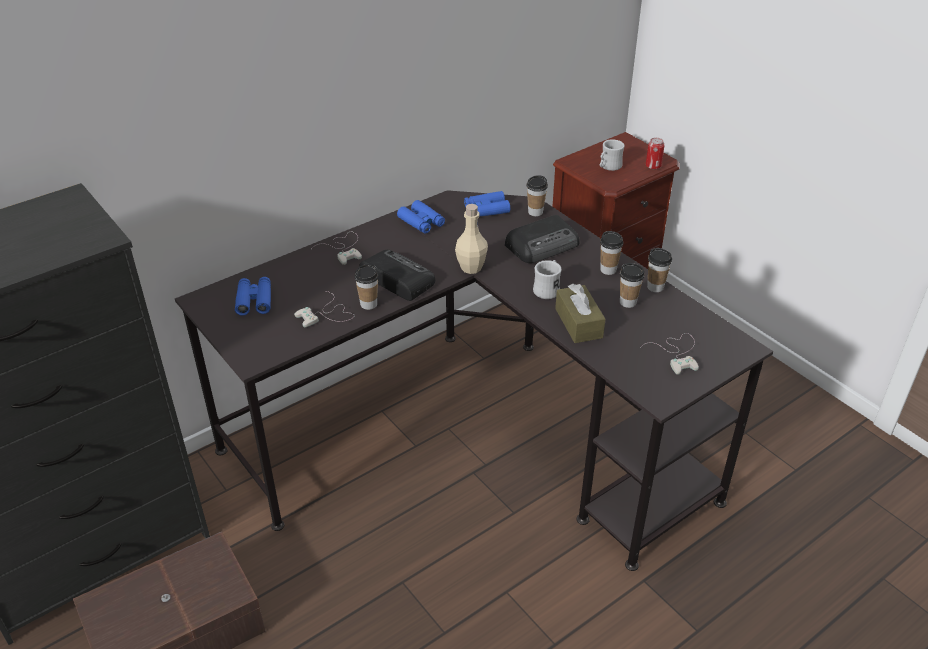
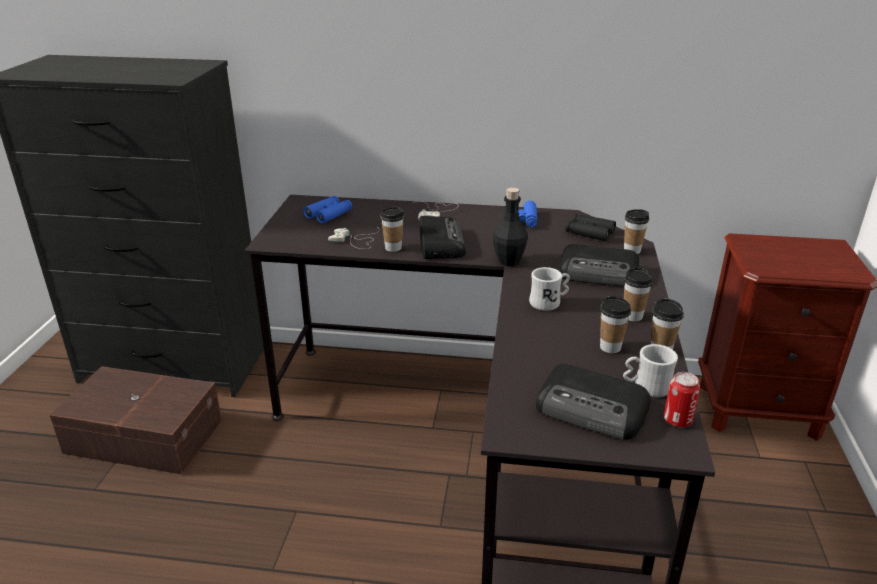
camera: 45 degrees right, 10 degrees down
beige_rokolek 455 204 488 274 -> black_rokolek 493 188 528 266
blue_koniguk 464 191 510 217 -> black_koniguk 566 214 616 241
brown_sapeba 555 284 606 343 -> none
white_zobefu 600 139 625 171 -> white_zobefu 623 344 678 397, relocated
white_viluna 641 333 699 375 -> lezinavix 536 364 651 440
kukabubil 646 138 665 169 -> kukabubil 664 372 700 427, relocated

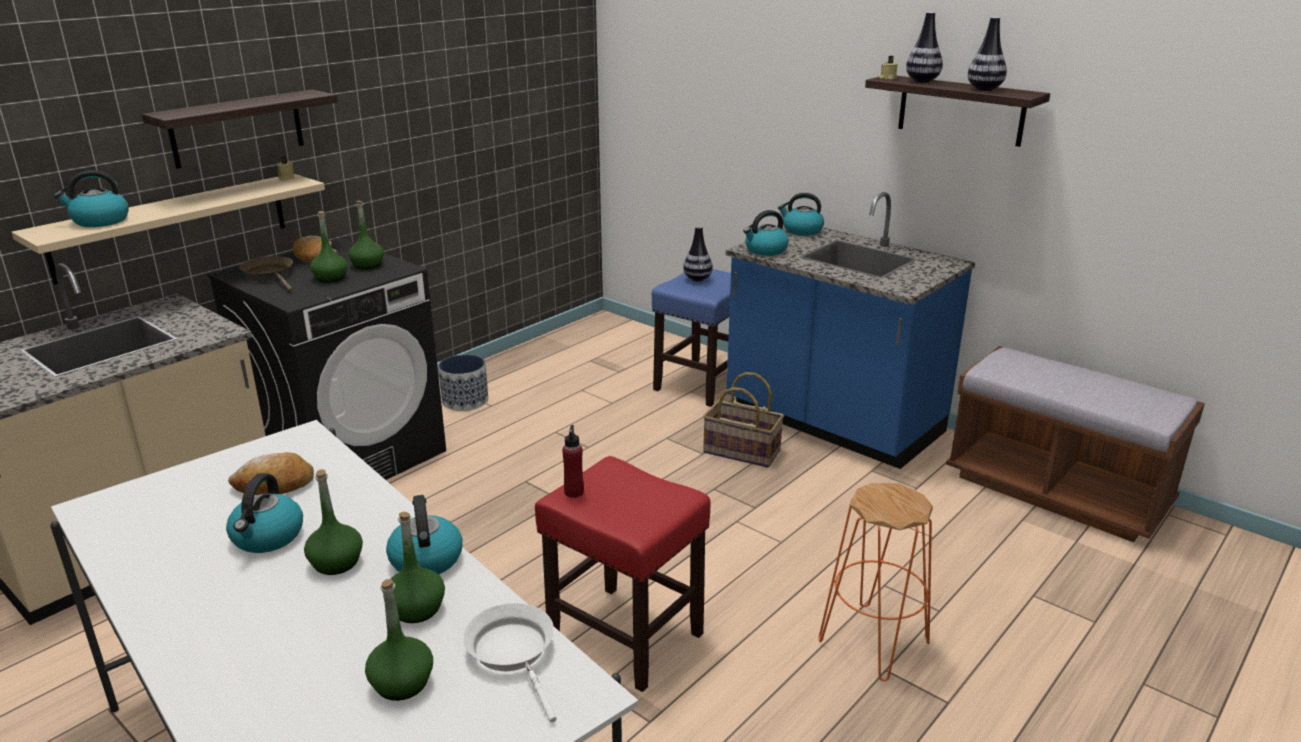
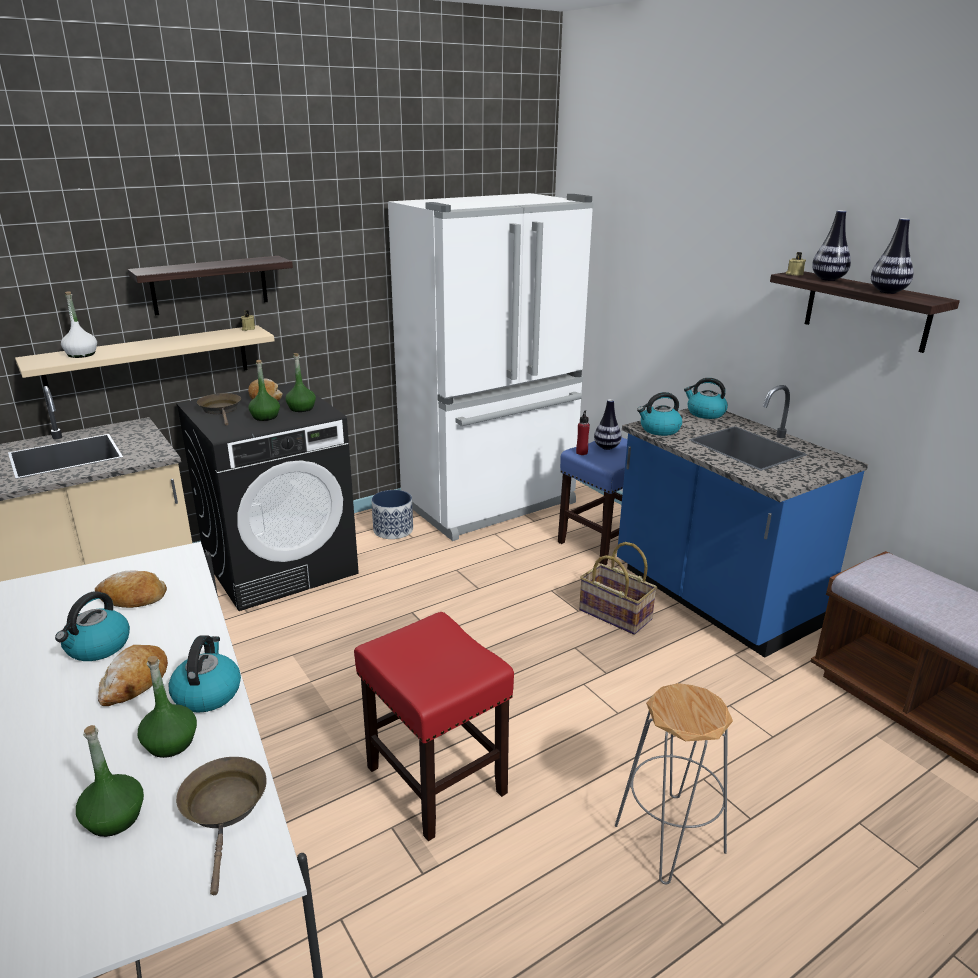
camera: 15 degrees right, 0 degrees up
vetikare 54 170 129 227 -> white_rokolek 61 291 97 358
green_rokolek 304 469 363 575 -> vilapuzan 98 645 168 706
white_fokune 463 603 557 723 -> brown_fokune 176 757 267 895
red_rokolek 562 425 584 498 -> red_rokolek 576 411 590 455, relocated
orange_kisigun 819 483 933 681 -> grey_kisigun 615 683 733 884
none -> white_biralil 388 193 594 541

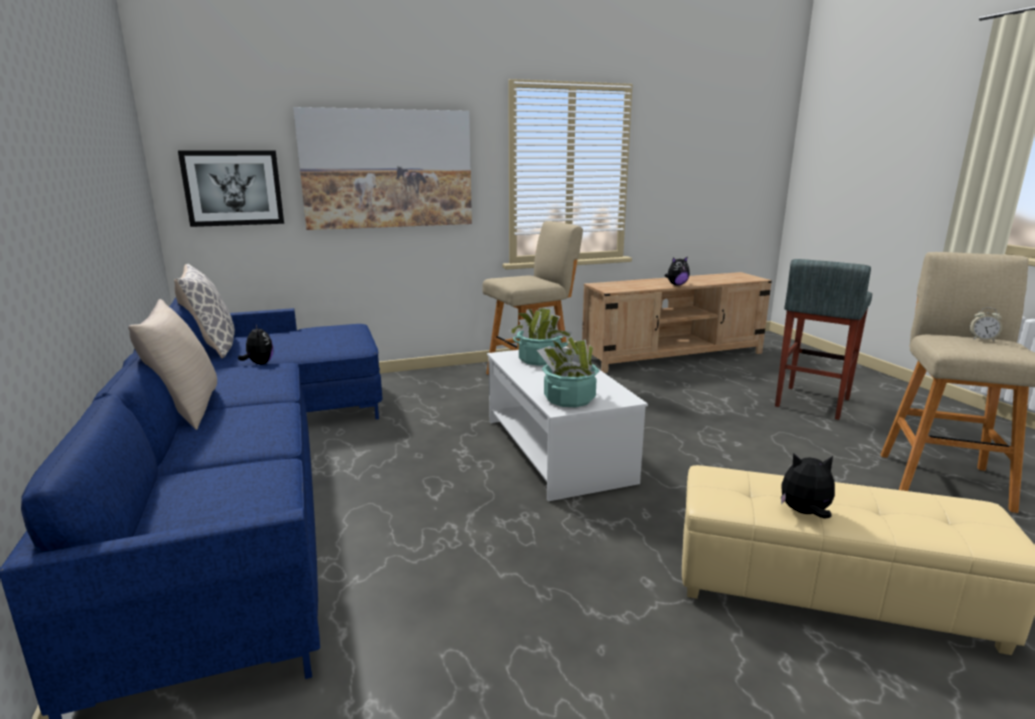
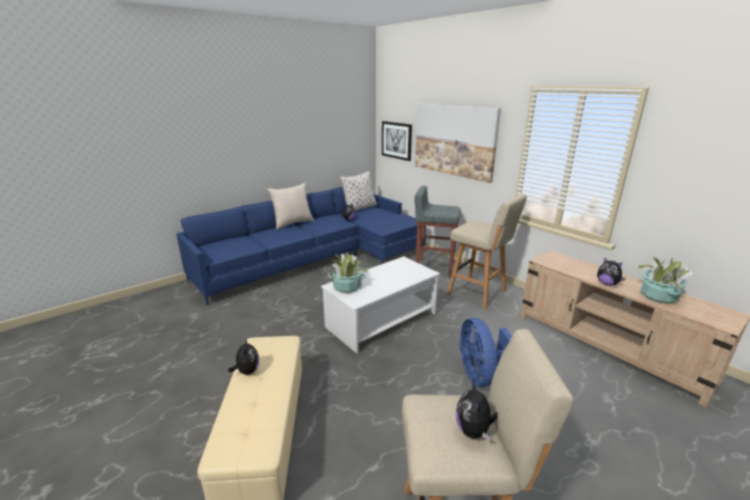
camera: 70 degrees right, 5 degrees up
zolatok 509 308 572 366 -> zolatok 635 256 693 304, relocated
grey_kisigun 775 259 872 420 -> grey_kisigun 414 186 461 277, relocated
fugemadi 970 307 1002 341 -> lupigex 456 381 498 442
none -> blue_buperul 459 318 512 387

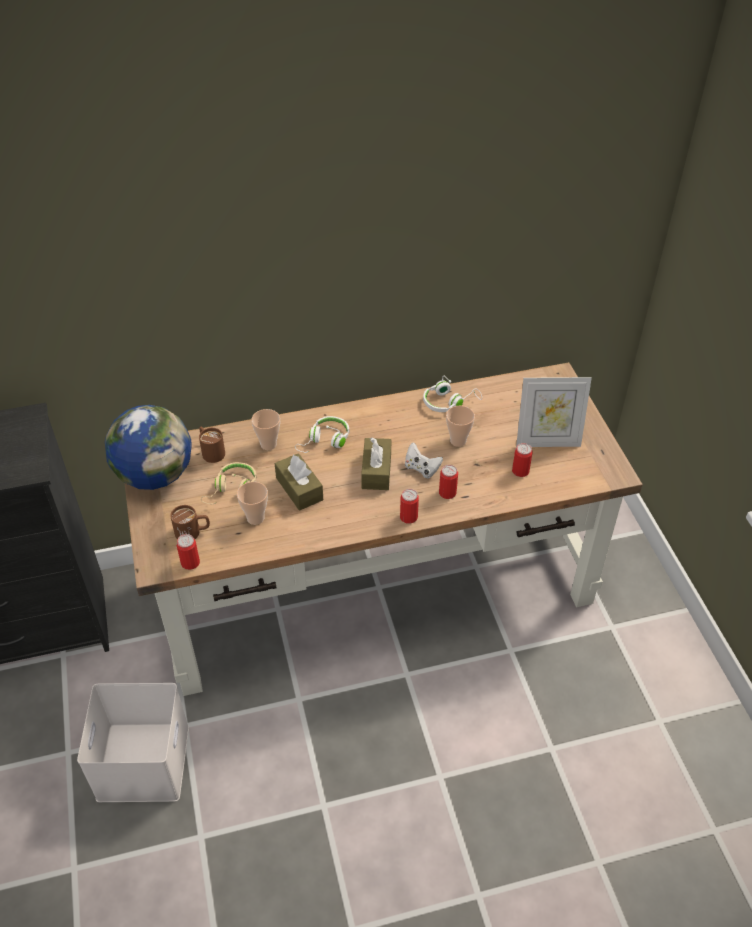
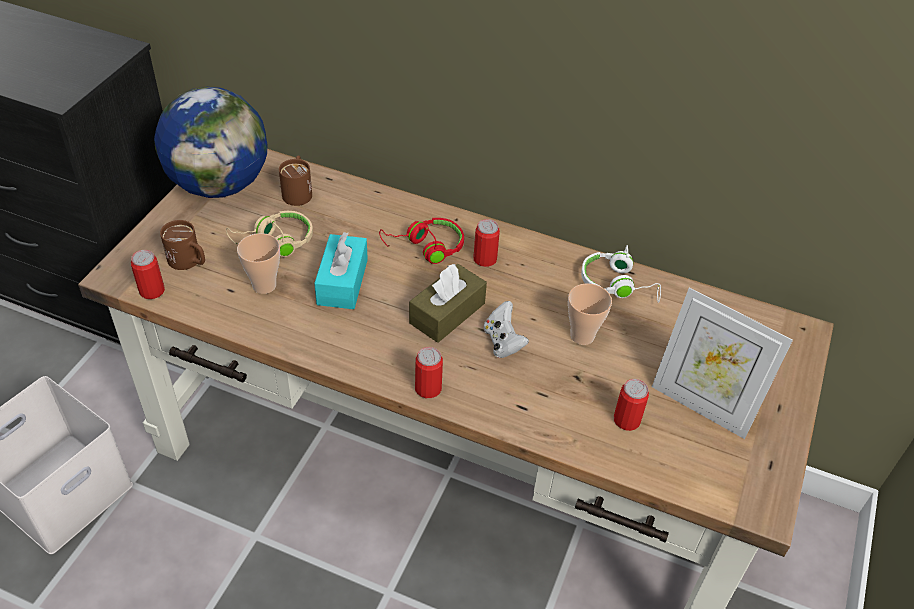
camera: 35 degrees right, 0 degrees up
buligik 251 409 280 450 -> none
brown_sapeba 275 453 323 511 -> turquoise_sapeba 314 232 368 309
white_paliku 295 416 349 453 -> red_paliku 379 218 464 264
kukabubil 439 465 458 499 -> kukabubil 473 219 500 267, relocated

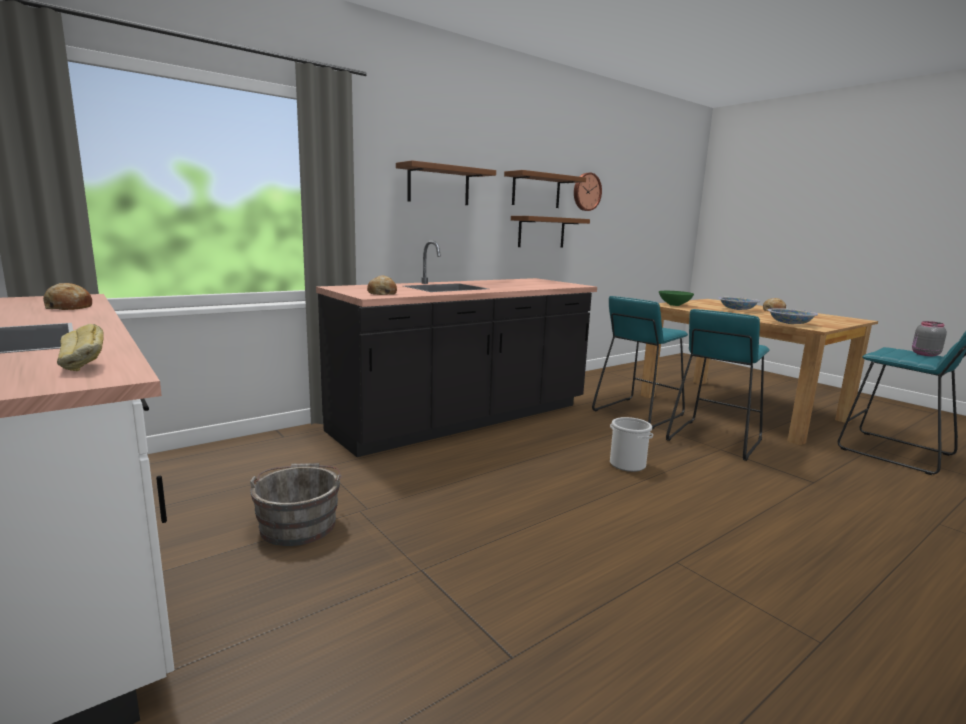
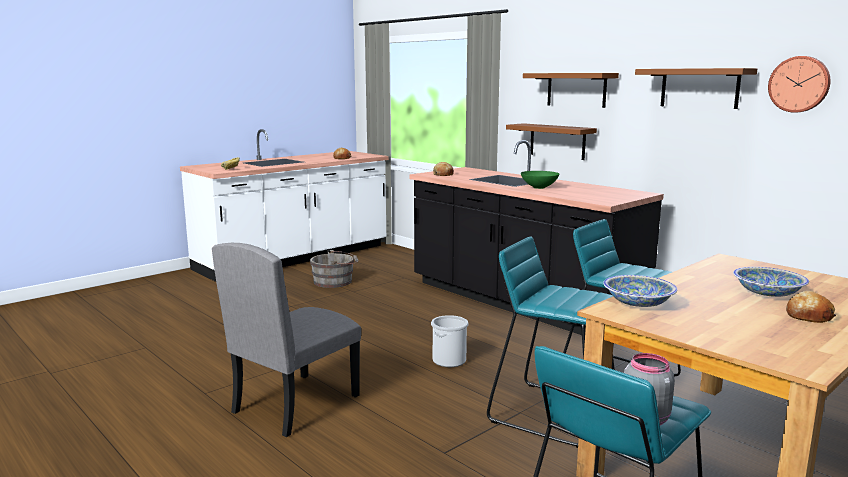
camera: 85 degrees right, 0 degrees up
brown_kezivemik 511 216 590 248 -> brown_kezivemik 506 123 597 160, relocated
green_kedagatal 659 291 694 306 -> green_kedagatal 521 171 559 189, relocated
none -> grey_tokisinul 212 243 361 437

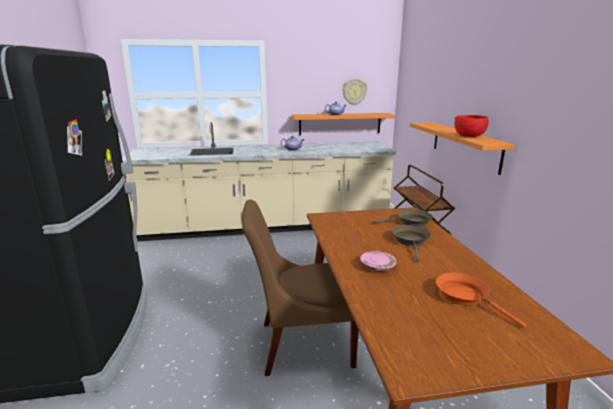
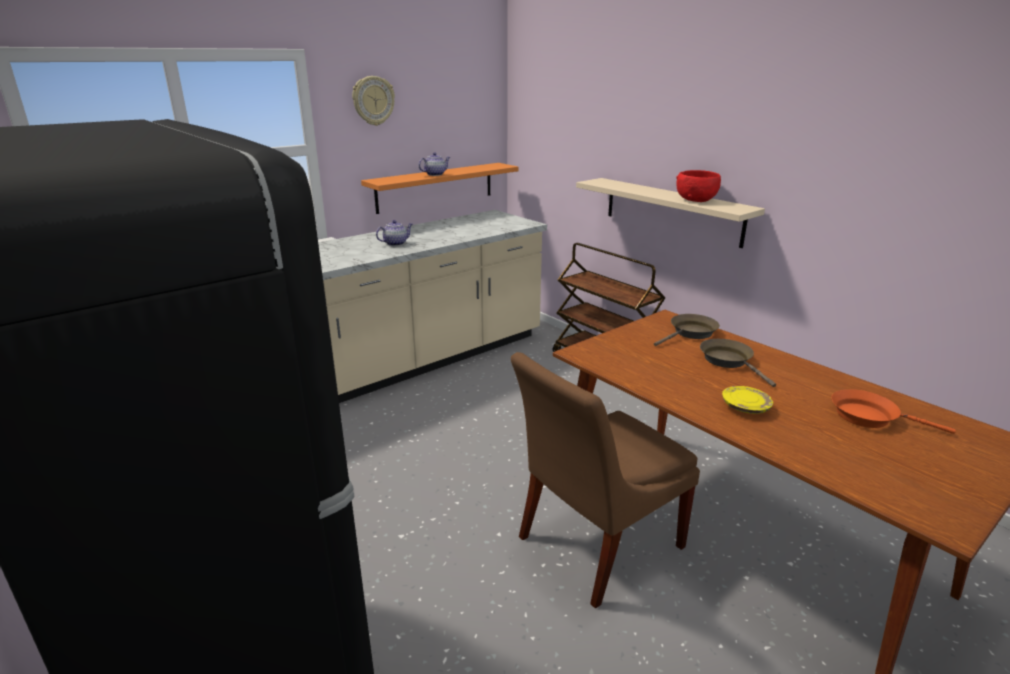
camera: 30 degrees left, 5 degrees up
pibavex 343 78 367 105 -> pibavex 352 76 395 126, relocated
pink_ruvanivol 360 251 397 271 -> yellow_ruvanivol 722 386 773 414
orange_kezivemik 410 122 515 175 -> beige_kezivemik 576 178 765 248

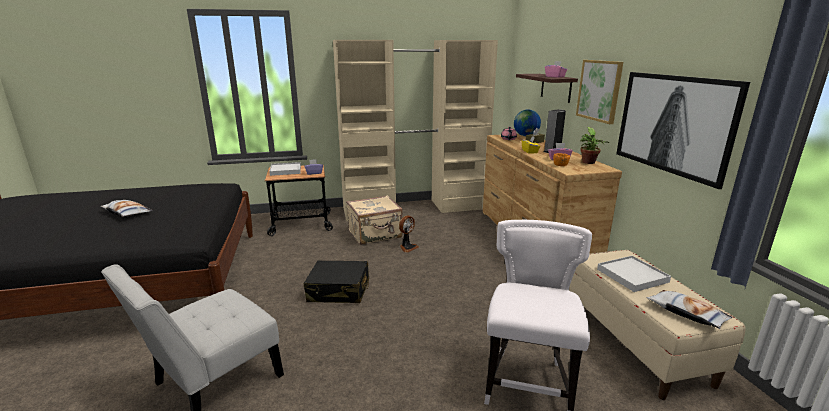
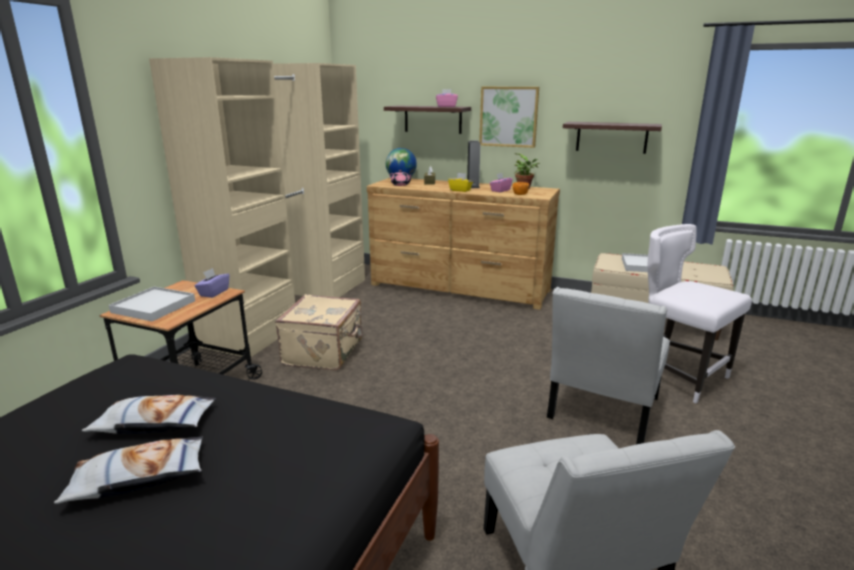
camera: 55 degrees left, 0 degrees up
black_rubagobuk 304 261 369 303 -> none
buperul 399 215 419 253 -> none
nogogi 616 72 750 189 -> kezivemik 563 122 662 154
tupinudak 646 290 733 329 -> tupinudak 82 395 216 434, relocated
none -> white_tokisinul 547 287 670 444

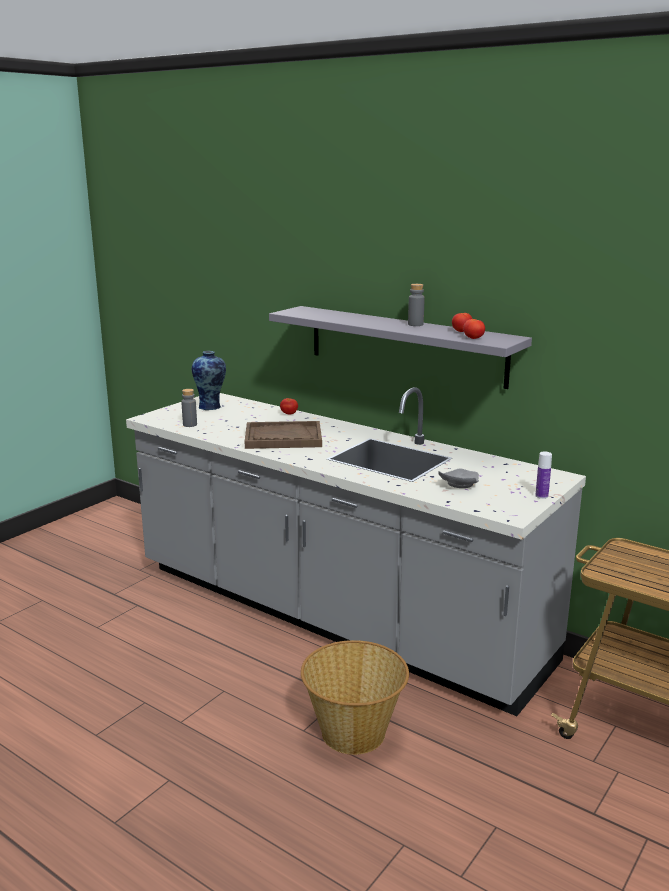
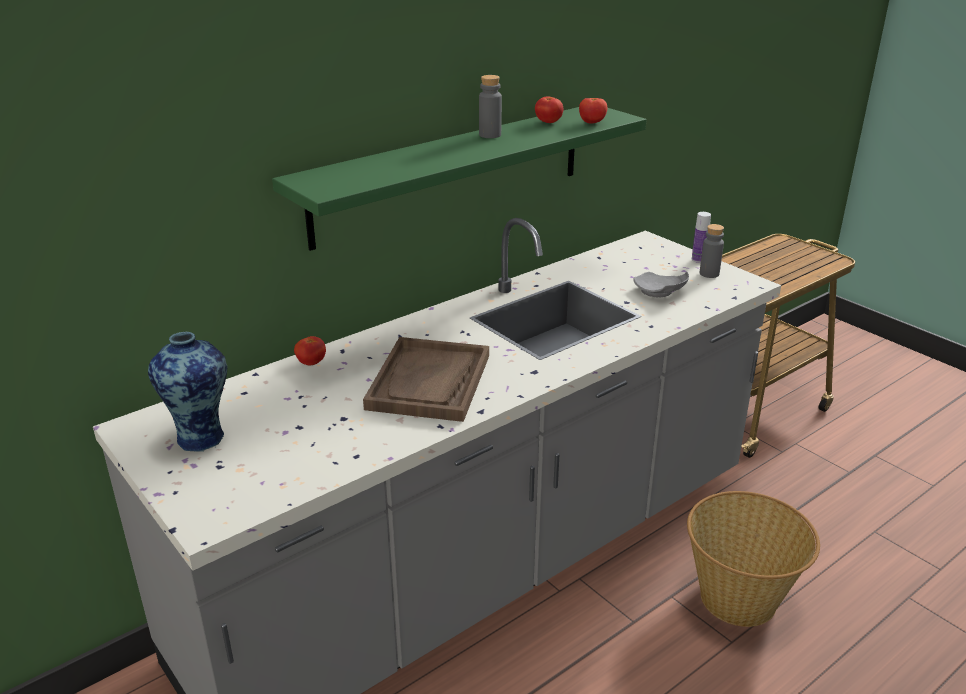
camera: 75 degrees left, 10 degrees up
grey_rokolek 181 389 197 427 -> grey_rokolek 700 224 724 278, relocated
grey_kezivemik 269 306 532 389 -> green_kezivemik 272 107 646 251

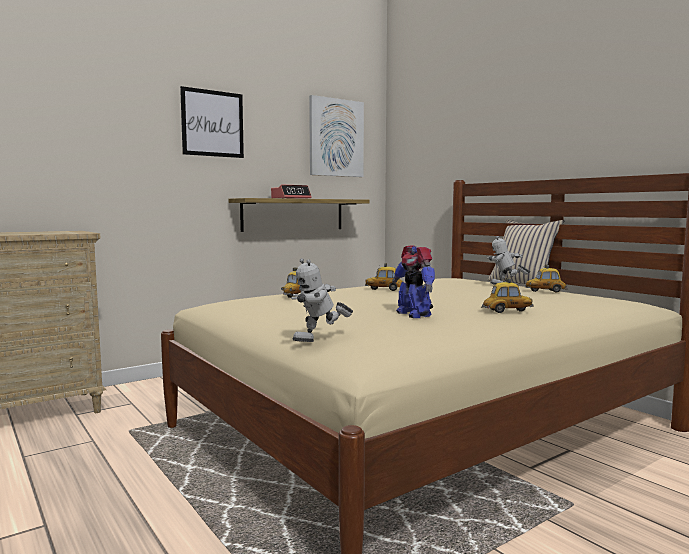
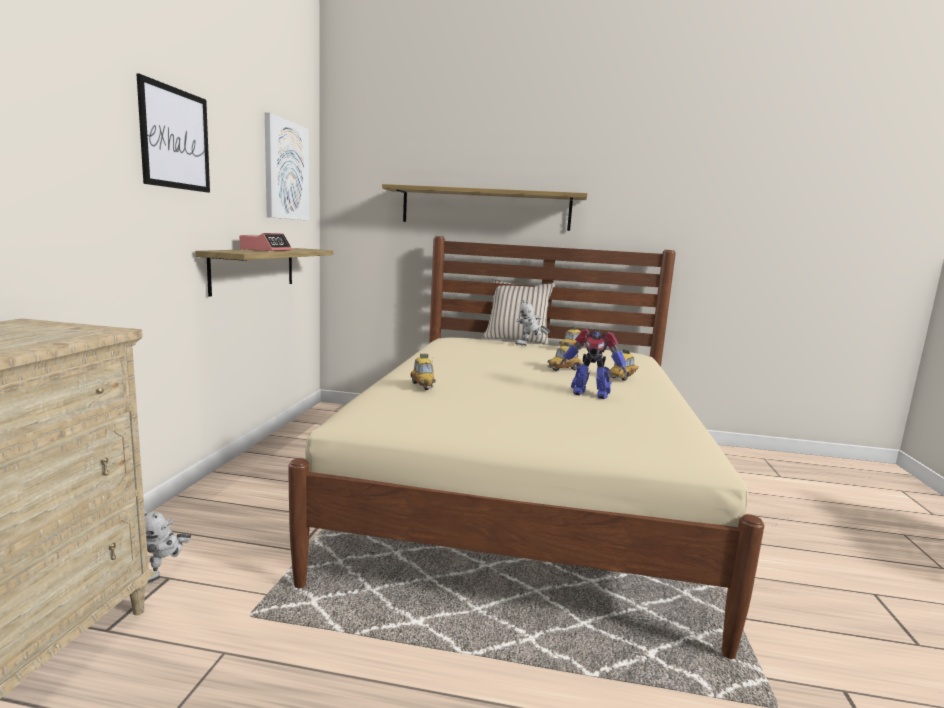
camera: 45 degrees left, 5 degrees up
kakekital 291 258 353 342 -> kakekital 144 510 192 583, relocated
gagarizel 365 263 403 291 -> gagarizel 548 342 583 371, relocated
none -> kezivemik 382 184 588 231

